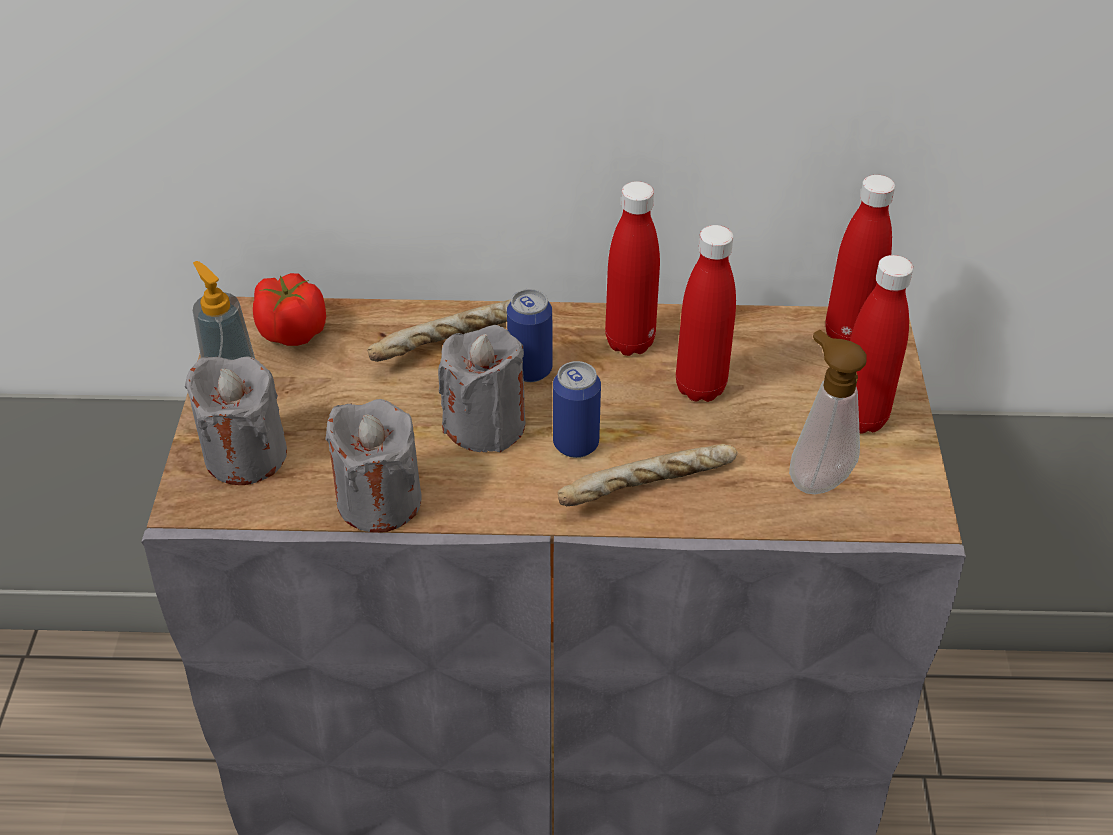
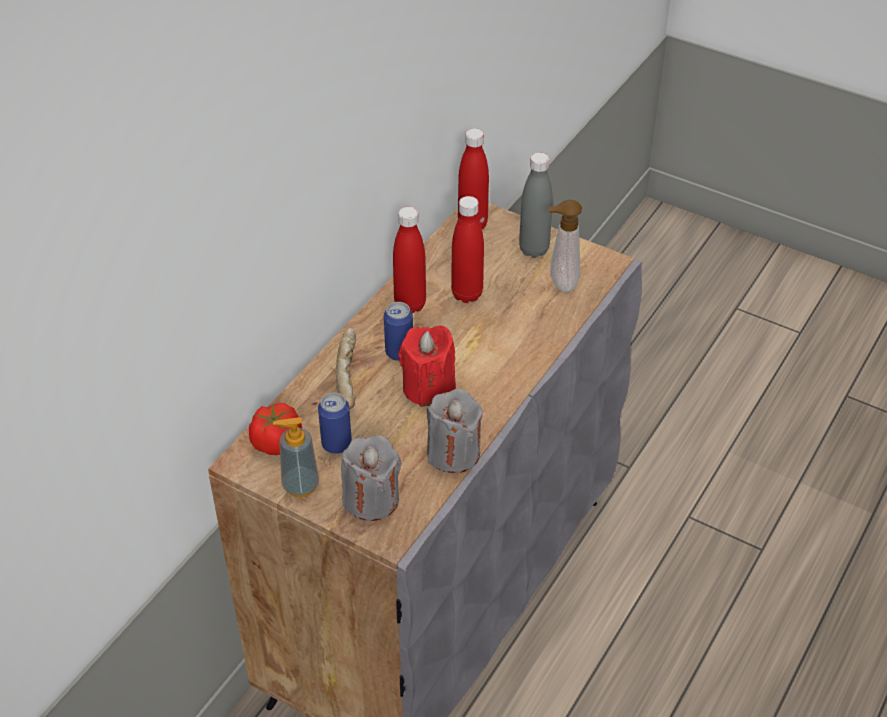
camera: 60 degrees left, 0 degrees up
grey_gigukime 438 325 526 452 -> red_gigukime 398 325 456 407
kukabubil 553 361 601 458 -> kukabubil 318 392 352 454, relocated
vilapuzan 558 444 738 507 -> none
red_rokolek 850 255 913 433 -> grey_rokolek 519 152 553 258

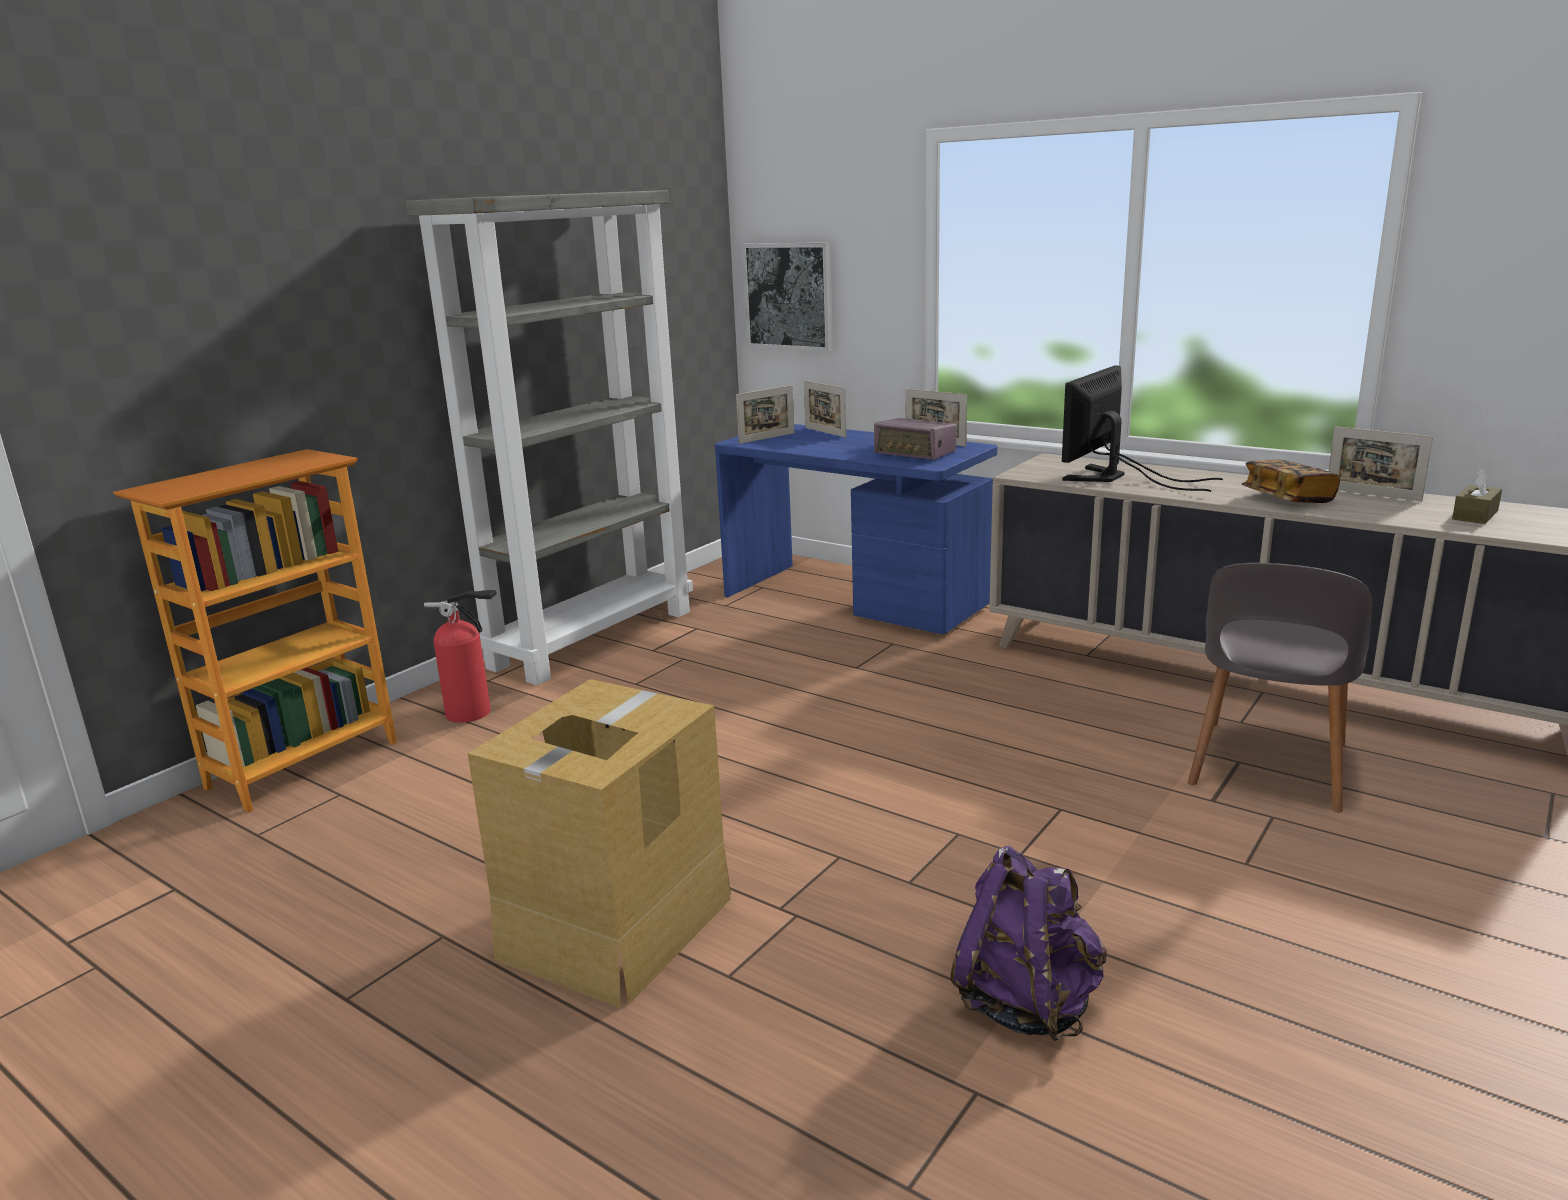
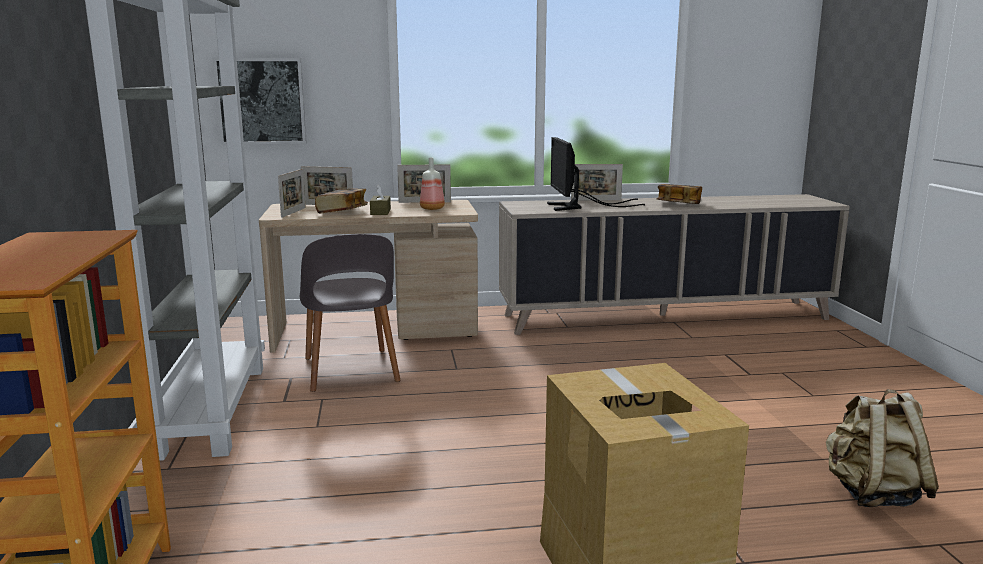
camera: 45 degrees left, 5 degrees down
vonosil 424 590 497 723 -> none
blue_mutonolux 715 424 998 634 -> beige_mutonolux 259 200 478 353
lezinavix 874 418 957 460 -> rokolek 420 158 445 210
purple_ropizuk 950 846 1107 1041 -> beige_ropizuk 826 389 939 507
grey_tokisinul 1188 563 1372 812 -> grey_tokisinul 300 234 400 392, relocated
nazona 1329 426 1433 501 -> nazona 571 164 623 200, relocated
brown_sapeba 1452 469 1502 524 -> brown_sapeba 370 185 391 215, relocated
none -> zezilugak 315 188 368 214

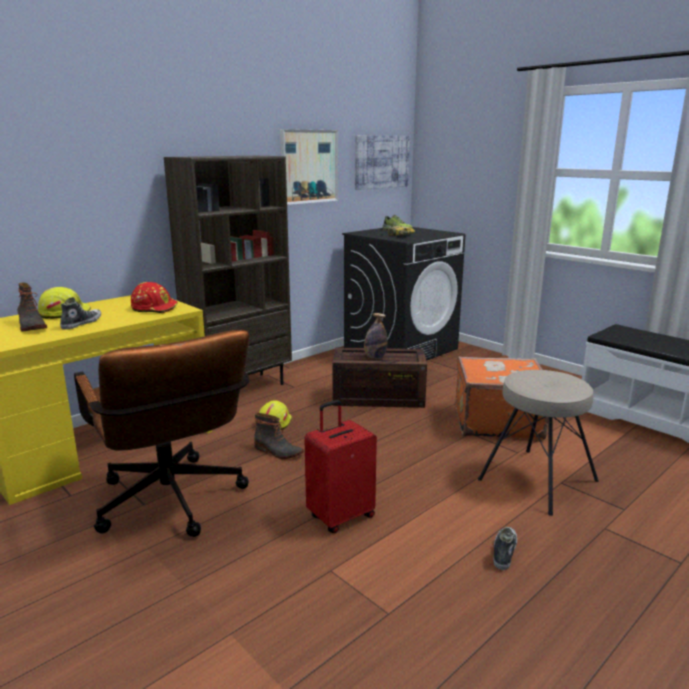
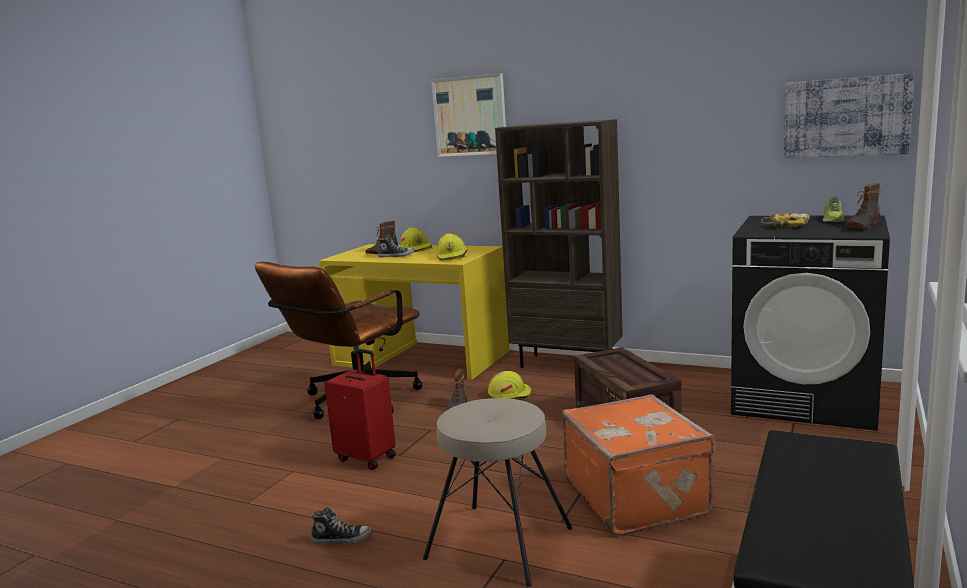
camera: 70 degrees right, 5 degrees down
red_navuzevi 131 282 178 313 -> yellow_navuzevi 436 233 468 261
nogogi 280 129 338 205 -> nogogi 431 73 506 157, relocated
rokolek 364 313 387 359 -> none
none -> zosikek 844 183 880 229

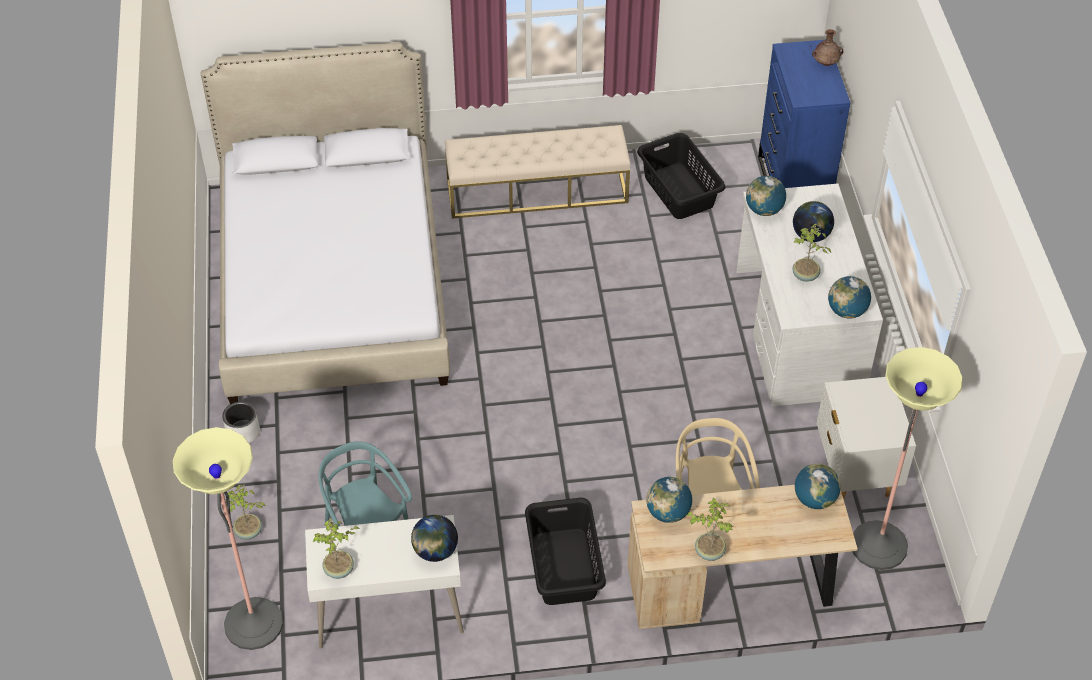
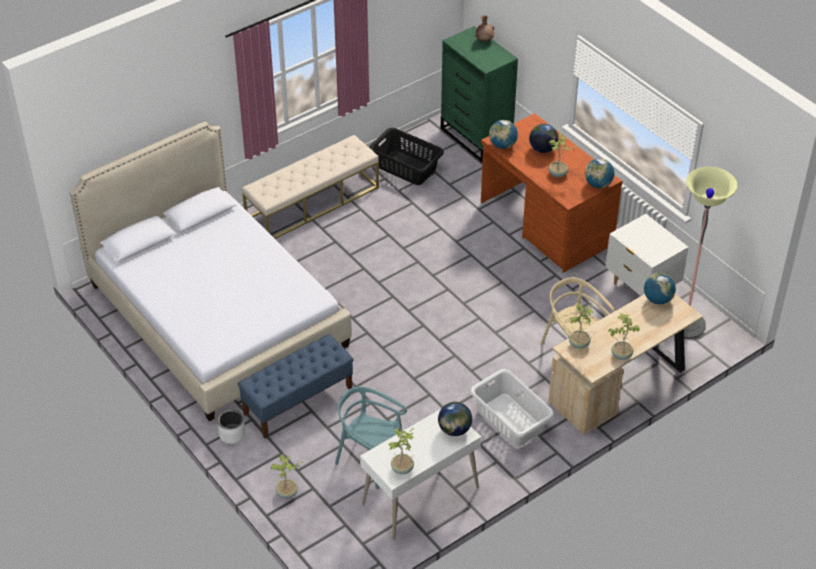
camera: 30 degrees left, 5 degrees down
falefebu 173 427 283 650 -> none
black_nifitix 525 498 606 605 -> white_nifitix 470 369 554 447
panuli 646 477 692 523 -> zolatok 569 303 594 349
white_mutonolux 736 184 883 406 -> brown_mutonolux 481 113 623 273
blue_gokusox 758 40 850 188 -> green_gokusox 441 26 518 162
none -> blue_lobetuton 238 334 354 438

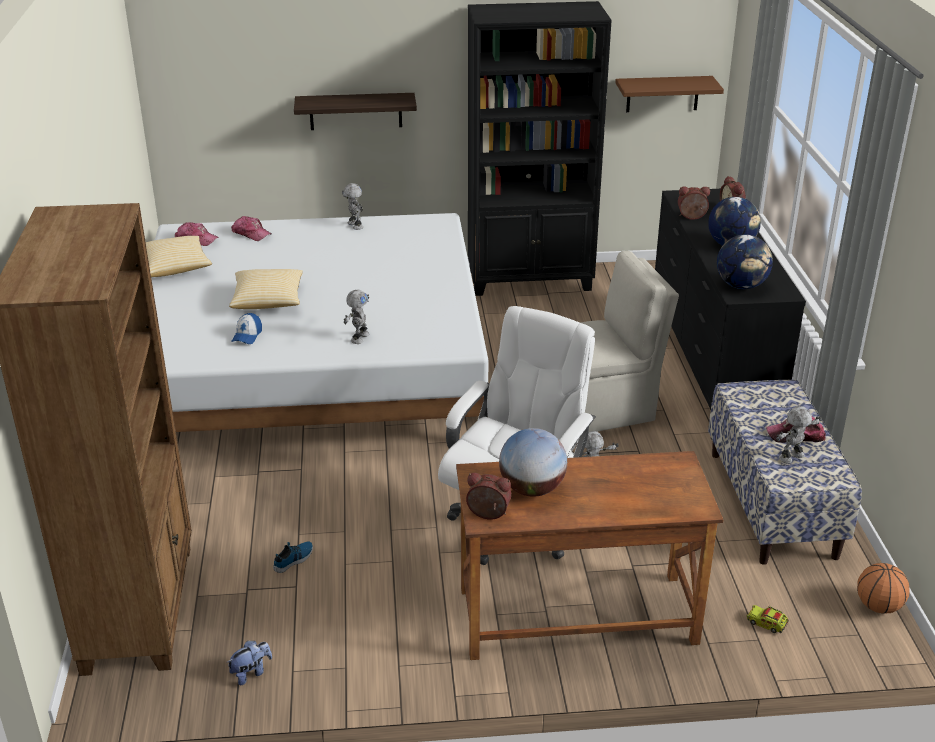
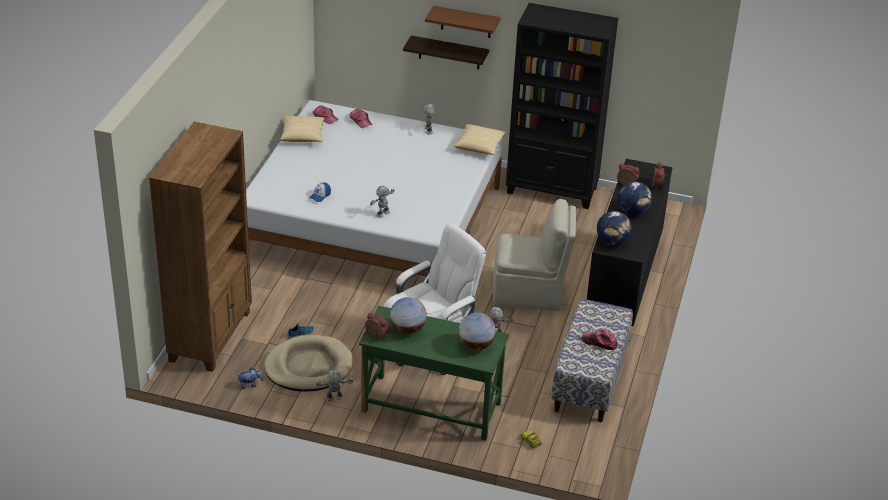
camera: 20 degrees right, 5 degrees up
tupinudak 229 269 303 309 -> tupinudak 454 124 506 155, relocated
brown_mutonolux 456 451 723 660 -> green_mutonolux 359 306 509 441
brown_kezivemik 615 76 724 112 -> brown_kezivemik 425 6 501 38, relocated
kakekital 776 406 822 464 -> kakekital 316 370 353 401, relocated
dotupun 857 563 910 614 -> none
none -> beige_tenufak 264 335 353 392
none -> panuli 458 313 496 350

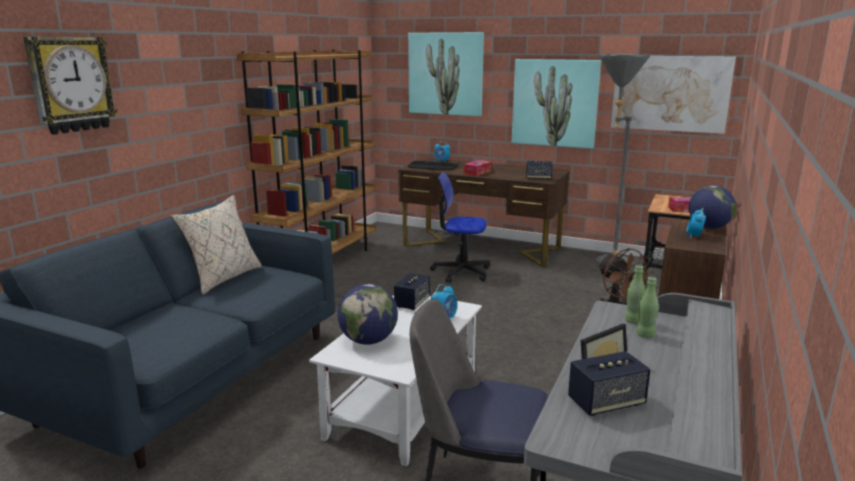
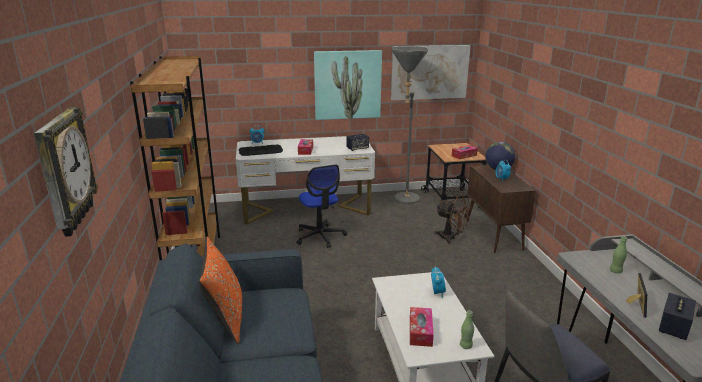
camera: 35 degrees left, 5 degrees up
beige_tupinudak 171 195 262 295 -> orange_tupinudak 199 237 242 344
panuli 337 284 398 345 -> sapeba 410 307 434 347
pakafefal 394 273 430 310 -> none
brown_mutonolux 398 158 570 267 -> white_mutonolux 236 136 375 224
nogogi 408 32 484 116 -> none
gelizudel 430 172 490 283 -> gelizudel 296 164 347 248, 90 degrees counterclockwise
green_rokolek 625 265 645 324 -> green_rokolek 460 310 474 349, relocated

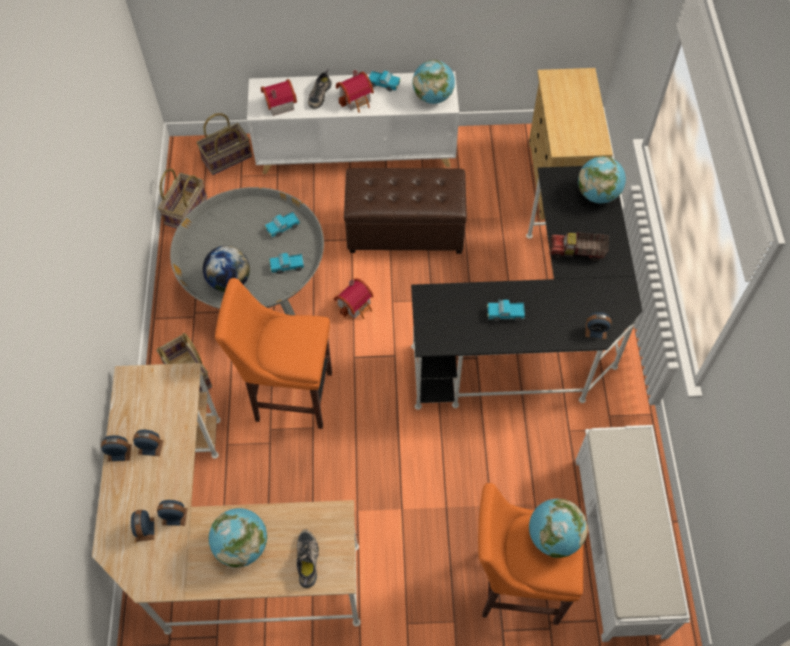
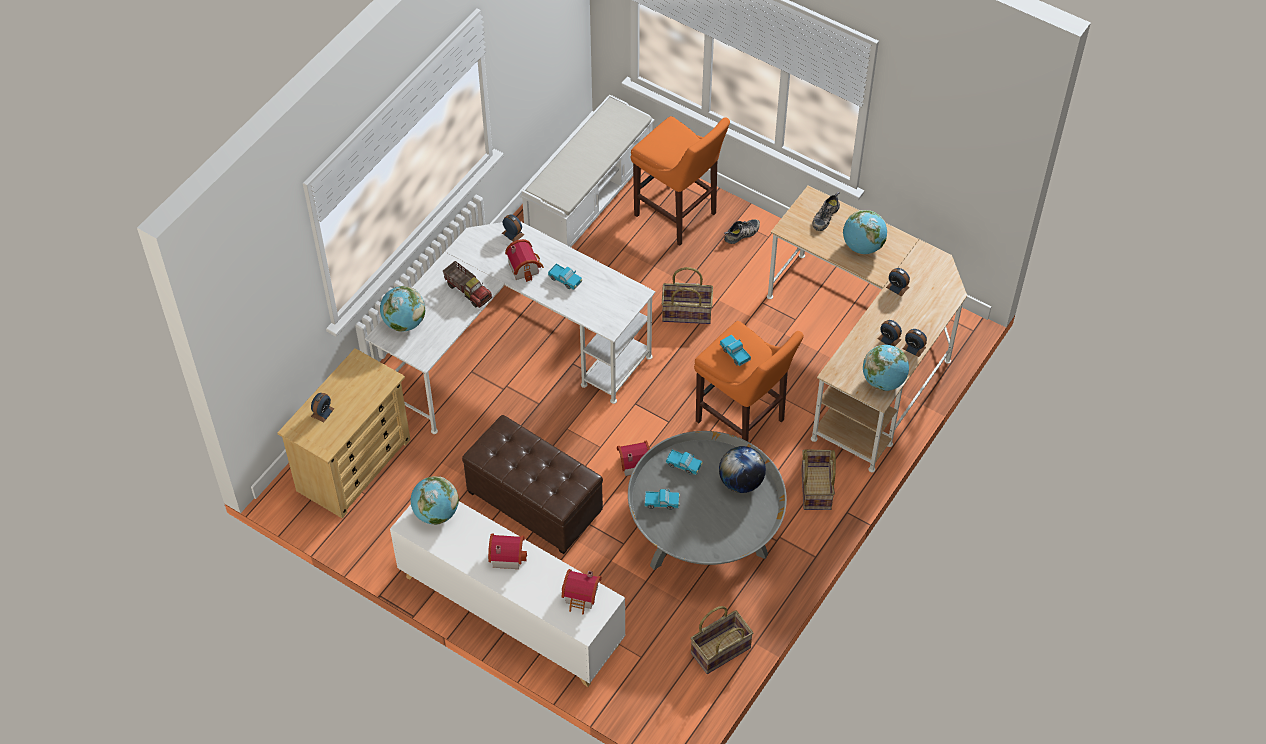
camera: 145 degrees left, 5 degrees down
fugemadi 131 510 154 542 -> fugemadi 311 393 334 422, relocated
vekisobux 196 113 252 175 -> vekisobux 662 267 713 324, relocated
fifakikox 308 69 332 109 -> fifakikox 724 219 760 244, relocated
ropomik 369 71 401 91 -> ropomik 720 335 751 367, relocated
black_mutonolux 411 166 642 410 -> white_mutonolux 365 221 655 434
panuli 529 499 588 558 -> panuli 863 345 909 391, relocated
none -> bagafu 505 239 544 282

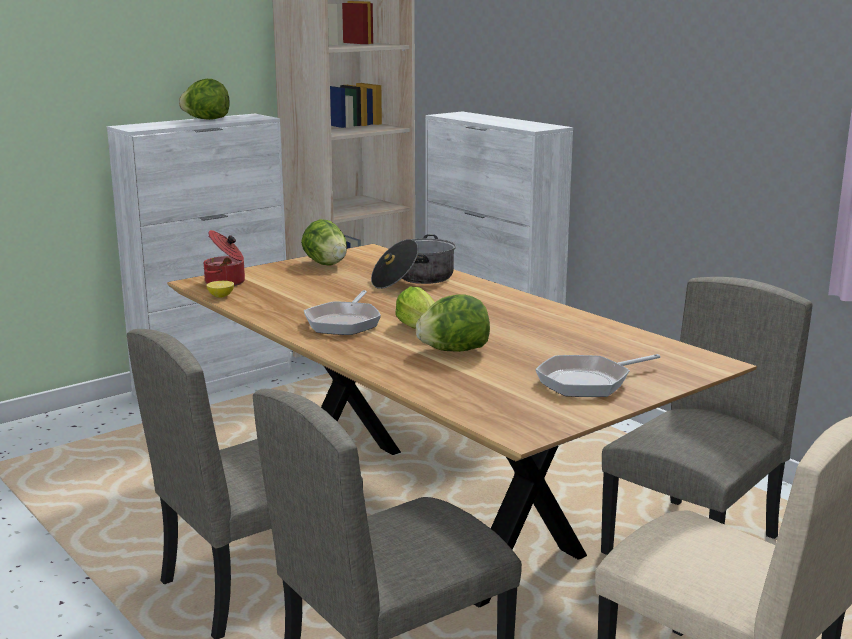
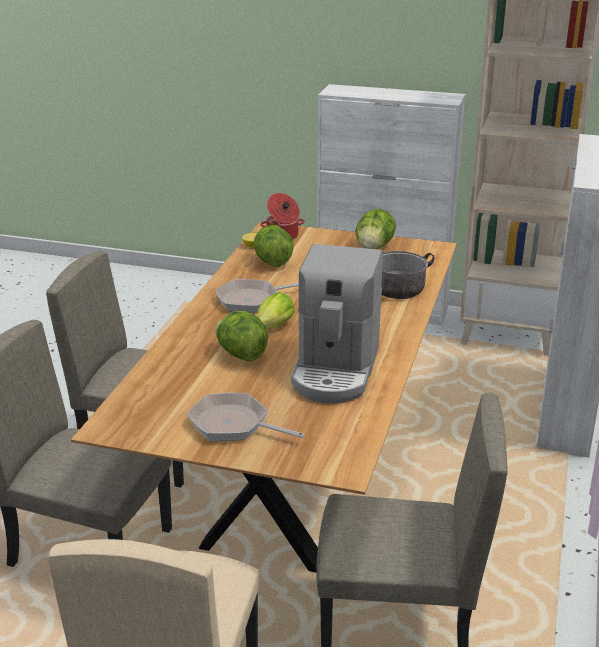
camera: 55 degrees right, 10 degrees up
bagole 179 79 229 120 -> bagole 253 225 294 267, relocated
none -> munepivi 291 244 383 404

